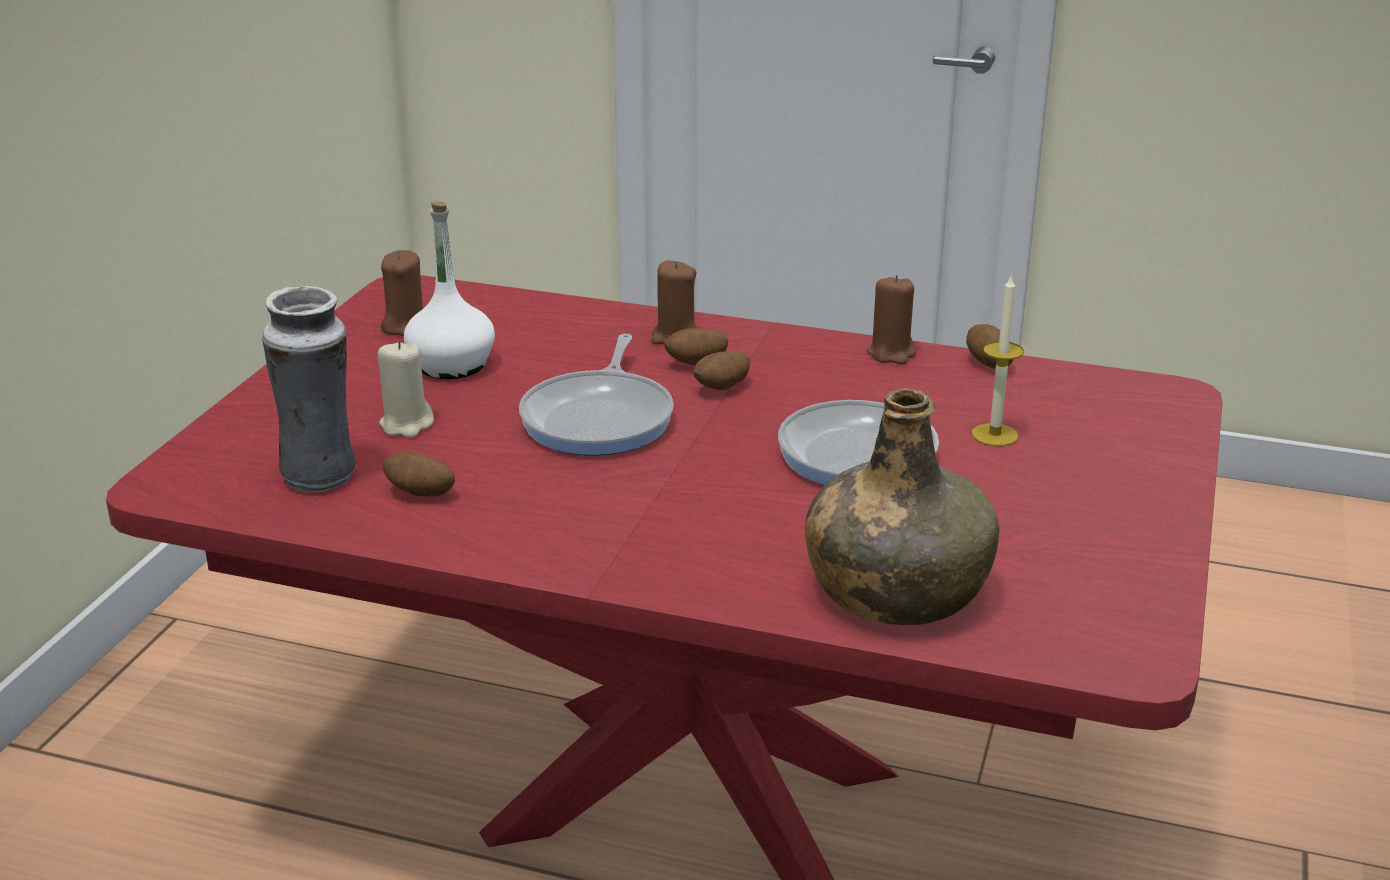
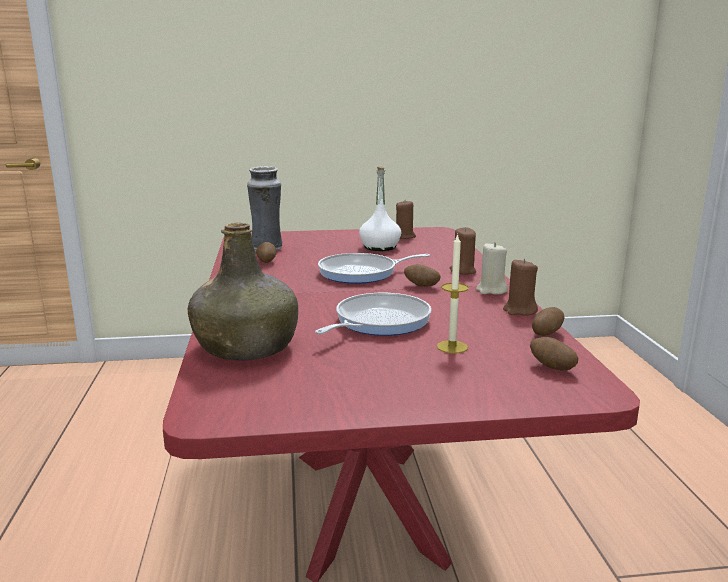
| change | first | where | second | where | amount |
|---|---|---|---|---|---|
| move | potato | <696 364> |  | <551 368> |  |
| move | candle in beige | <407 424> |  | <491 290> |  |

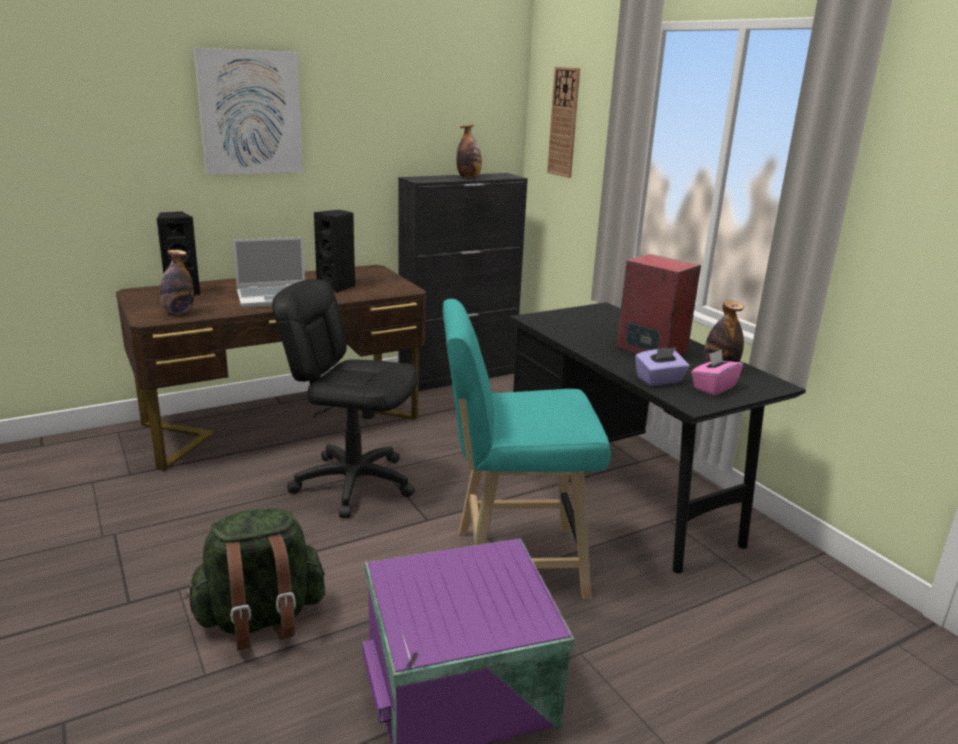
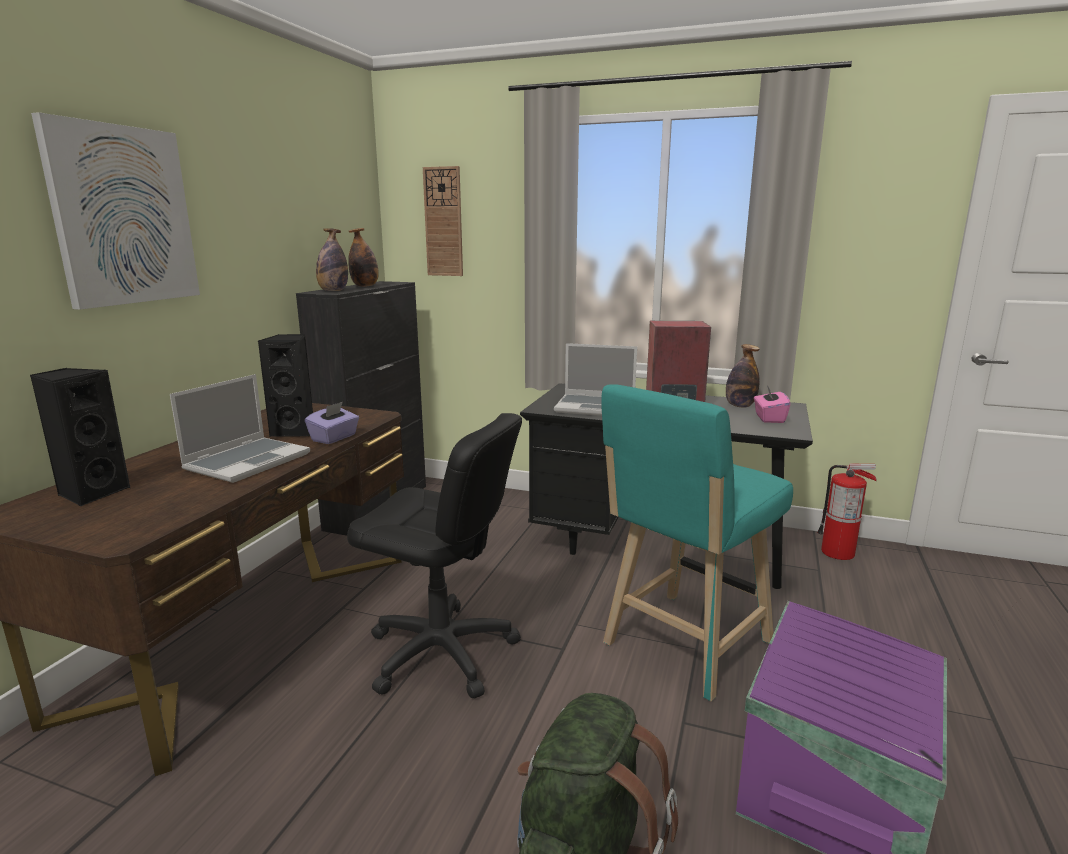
| change | first | where | second | where | amount |
|---|---|---|---|---|---|
| move | bottle | <178 312> |  | <333 291> |  |
| rotate | office chair in black | <354 483> |  | <441 653> | 135 degrees counterclockwise |
| move | tissue box in purple | <659 380> |  | <334 438> |  |
| insert |  |  | laptop | <596 407> |  |
| insert |  |  | fire extinguisher | <838 552> |  |

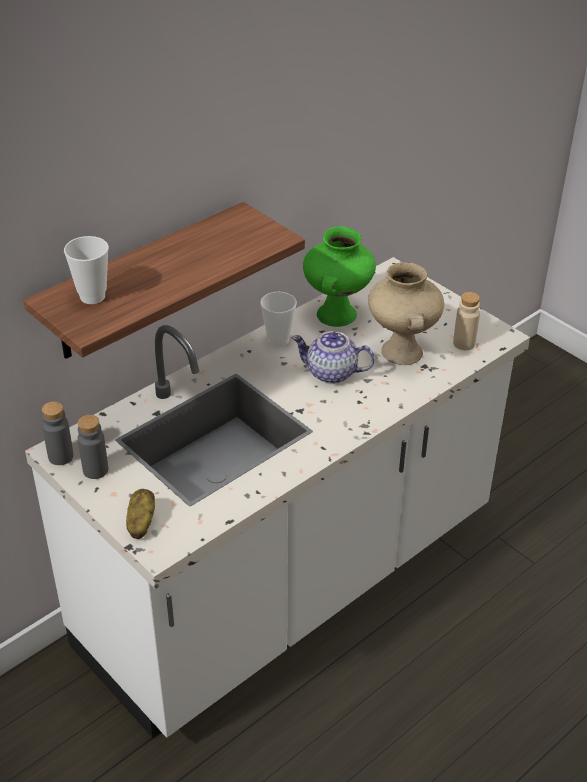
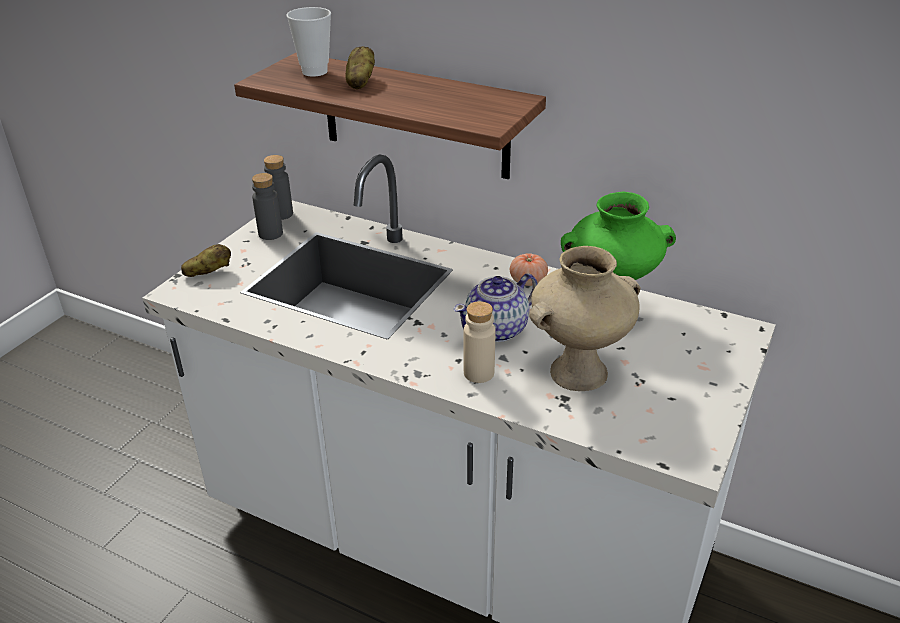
| change | first | where | second | where | amount |
|---|---|---|---|---|---|
| replace | cup | <278 340> | tomato | <528 281> |  |
| move | bottle in beige | <464 343> |  | <478 373> |  |
| rotate | teapot | <332 373> |  | <497 329> | 120 degrees counterclockwise |
| insert |  |  | potato | <360 82> |  |

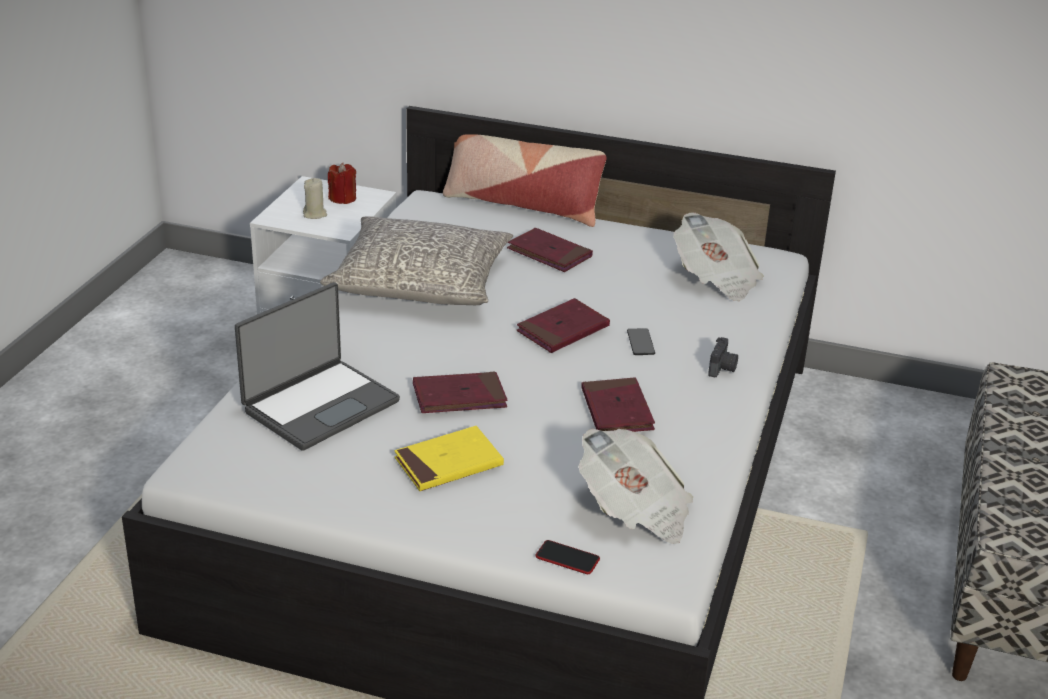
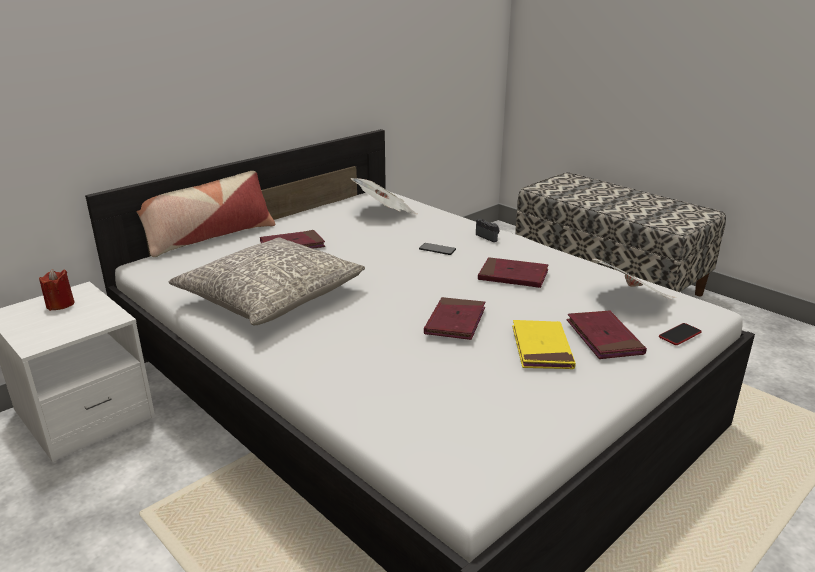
| change | first | where | second | where | amount |
|---|---|---|---|---|---|
| delete | candle in beige | <315 214> |  |  |  |
| delete | laptop | <319 405> |  |  |  |
| move | book in red | <563 330> |  | <604 338> |  |

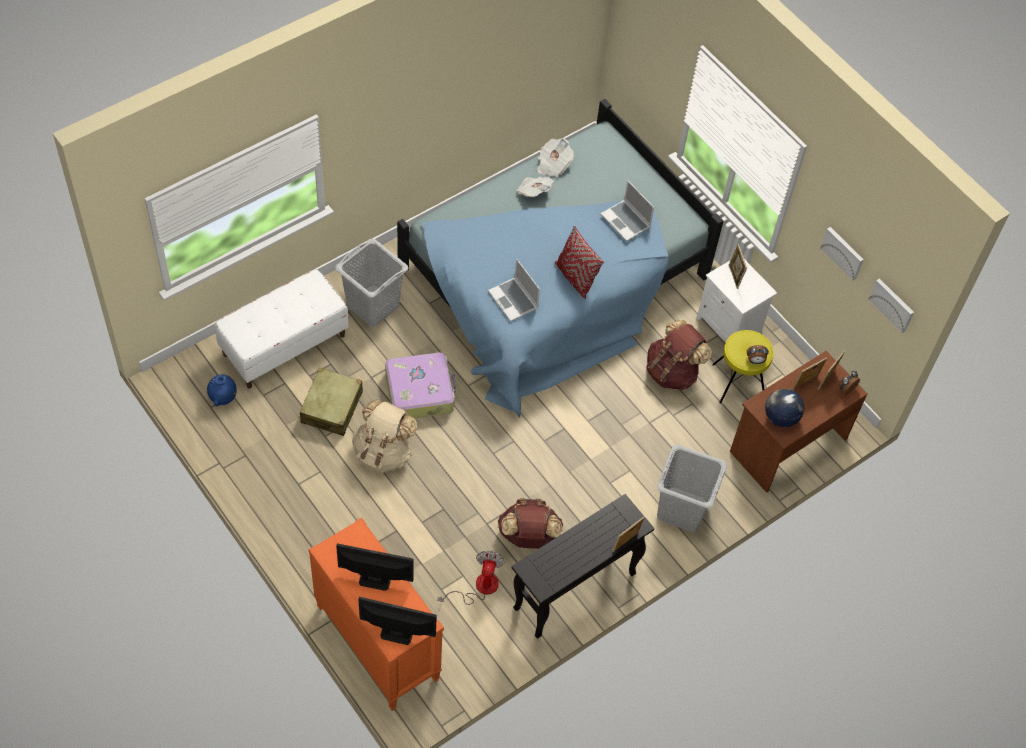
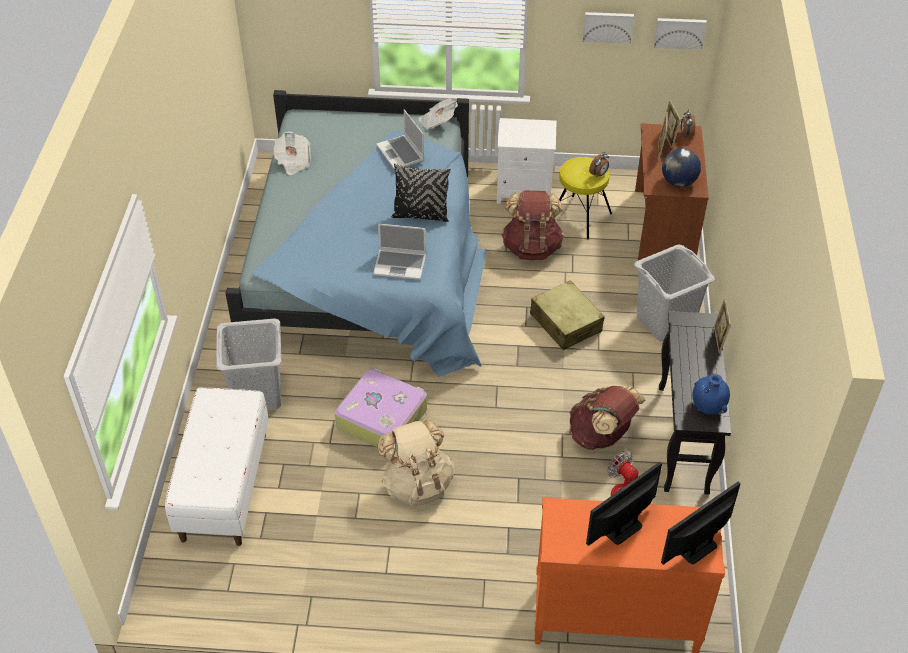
| change | first | where | second | where | amount |
|---|---|---|---|---|---|
| move | newspaper | <534 191> |  | <437 122> |  |
| rotate | laptop | <626 221> |  | <401 153> | 60 degrees clockwise |
| recolor | pillow in red | <575 278> | pillow in black | <421 215> |  |
| delete | picture frame | <734 277> |  |  |  |
| move | suitcase in beige | <332 407> |  | <565 323> |  |
| move | vase in blue | <223 398> |  | <708 408> |  |

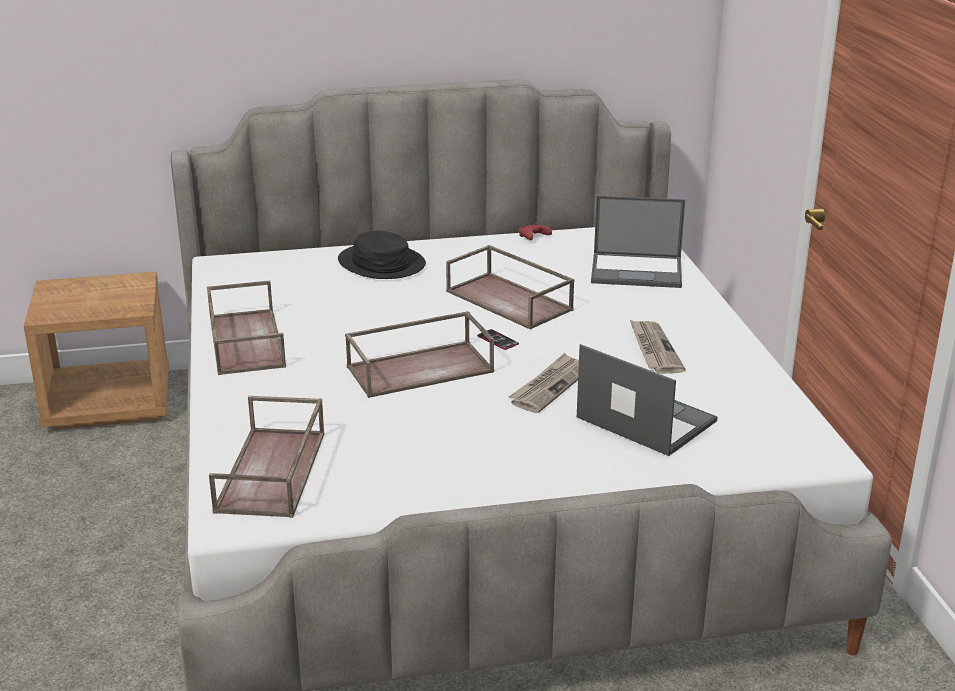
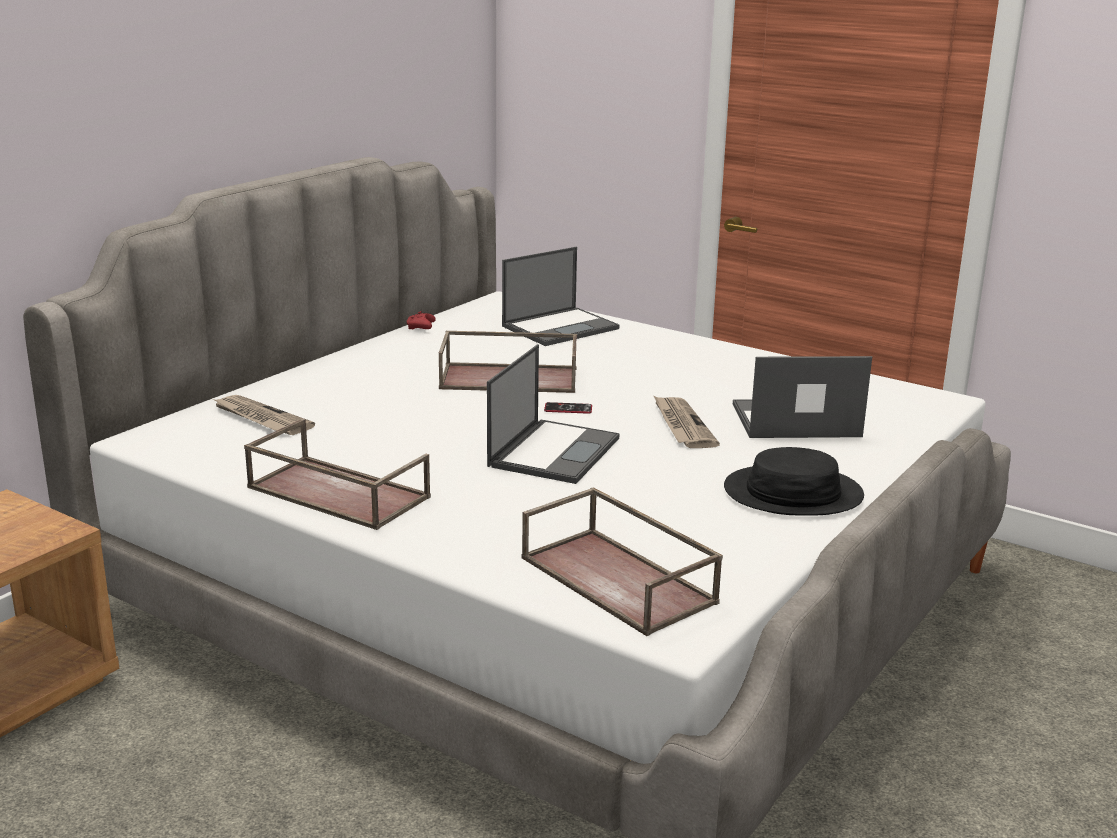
| change | first | where | second | where | amount |
|---|---|---|---|---|---|
| move | hat in black | <381 263> |  | <793 494> |  |
| replace | tray in brown | <421 368> | laptop | <554 451> |  |
| move | newspaper | <654 349> |  | <261 418> |  |

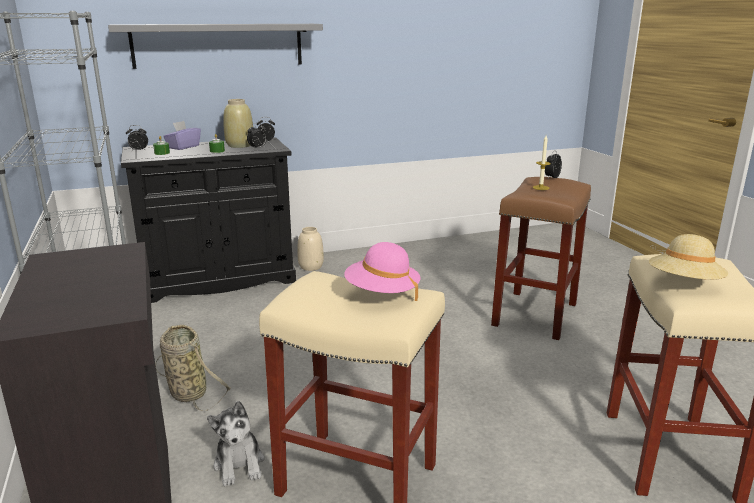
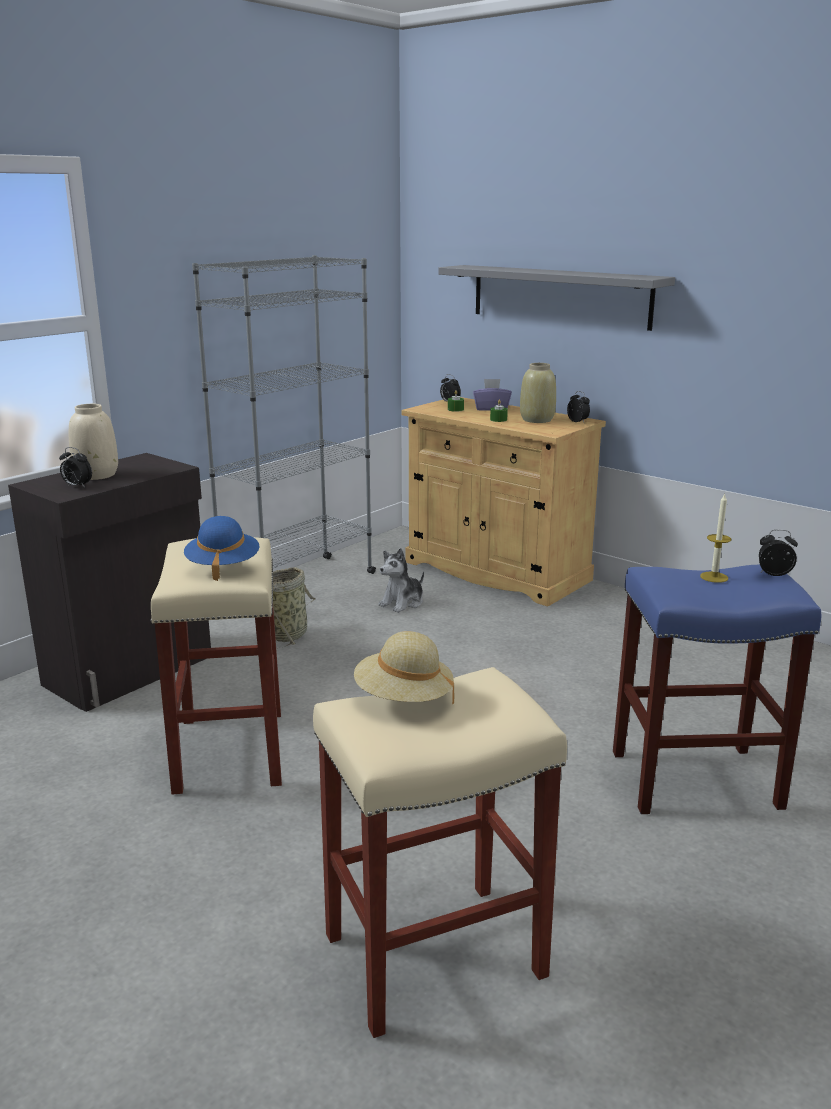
| change | first | where | second | where | amount |
|---|---|---|---|---|---|
| move | alarm clock | <258 148> |  | <77 486> |  |
| recolor | cabinet in black | <218 279> | cabinet in beige | <496 571> |  |
| recolor | stool in brown | <535 315> | stool in blue | <693 780> |  |
| move | vase in beige | <310 267> |  | <96 475> |  |
| recolor | hat in pink | <382 293> | hat in blue | <223 566> |  |
| move | plush toy | <239 464> |  | <402 603> |  |

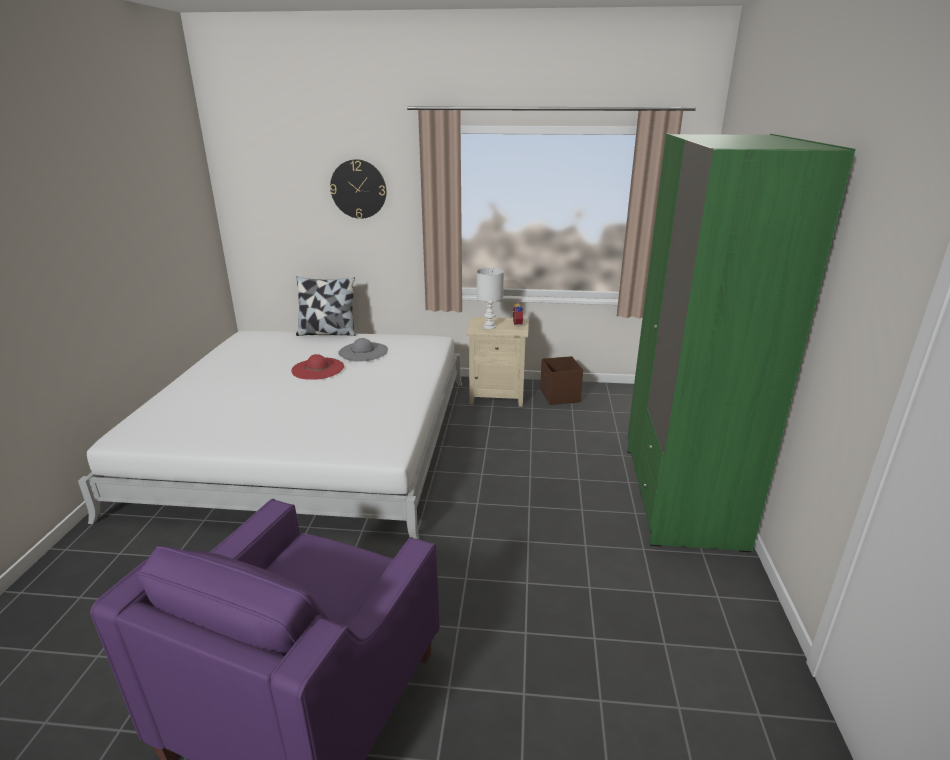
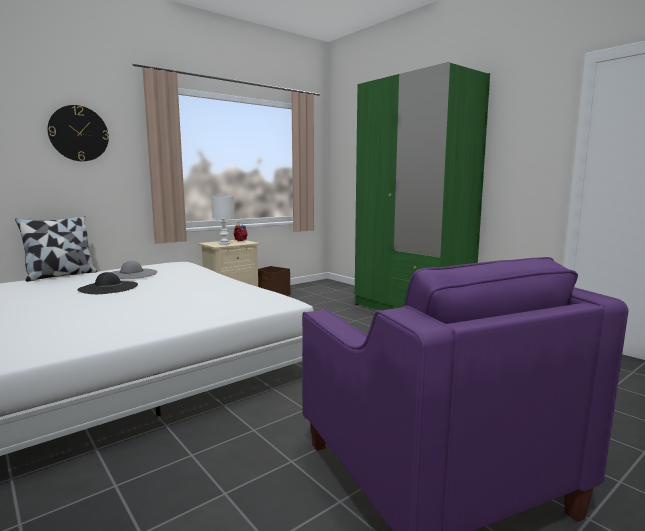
| change | first | where | second | where | amount |
|---|---|---|---|---|---|
| recolor | hat in red | <318 368> | hat in black | <108 287> |  |

